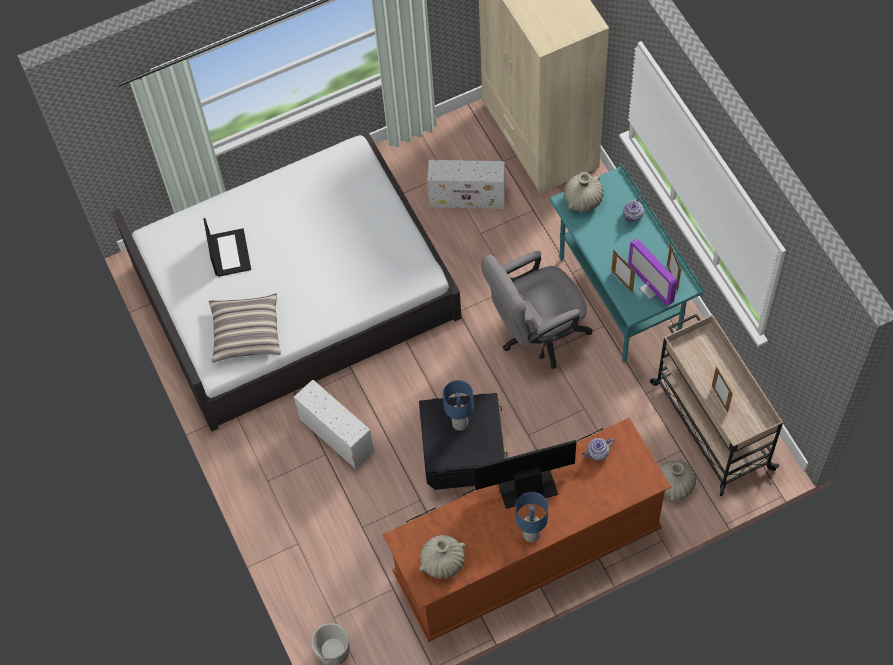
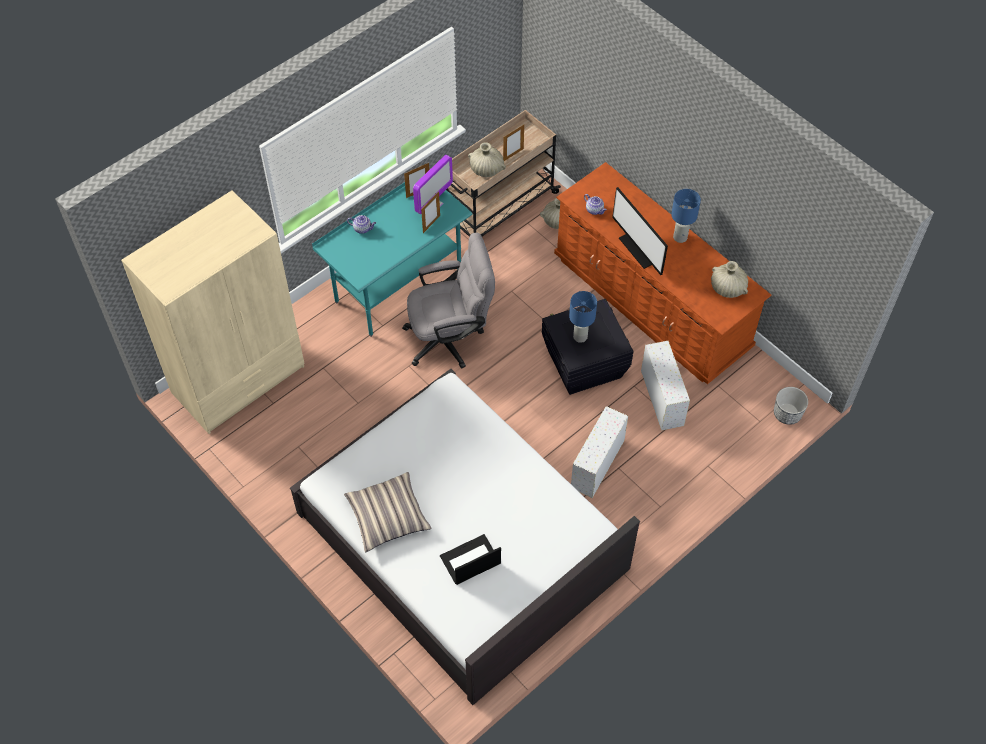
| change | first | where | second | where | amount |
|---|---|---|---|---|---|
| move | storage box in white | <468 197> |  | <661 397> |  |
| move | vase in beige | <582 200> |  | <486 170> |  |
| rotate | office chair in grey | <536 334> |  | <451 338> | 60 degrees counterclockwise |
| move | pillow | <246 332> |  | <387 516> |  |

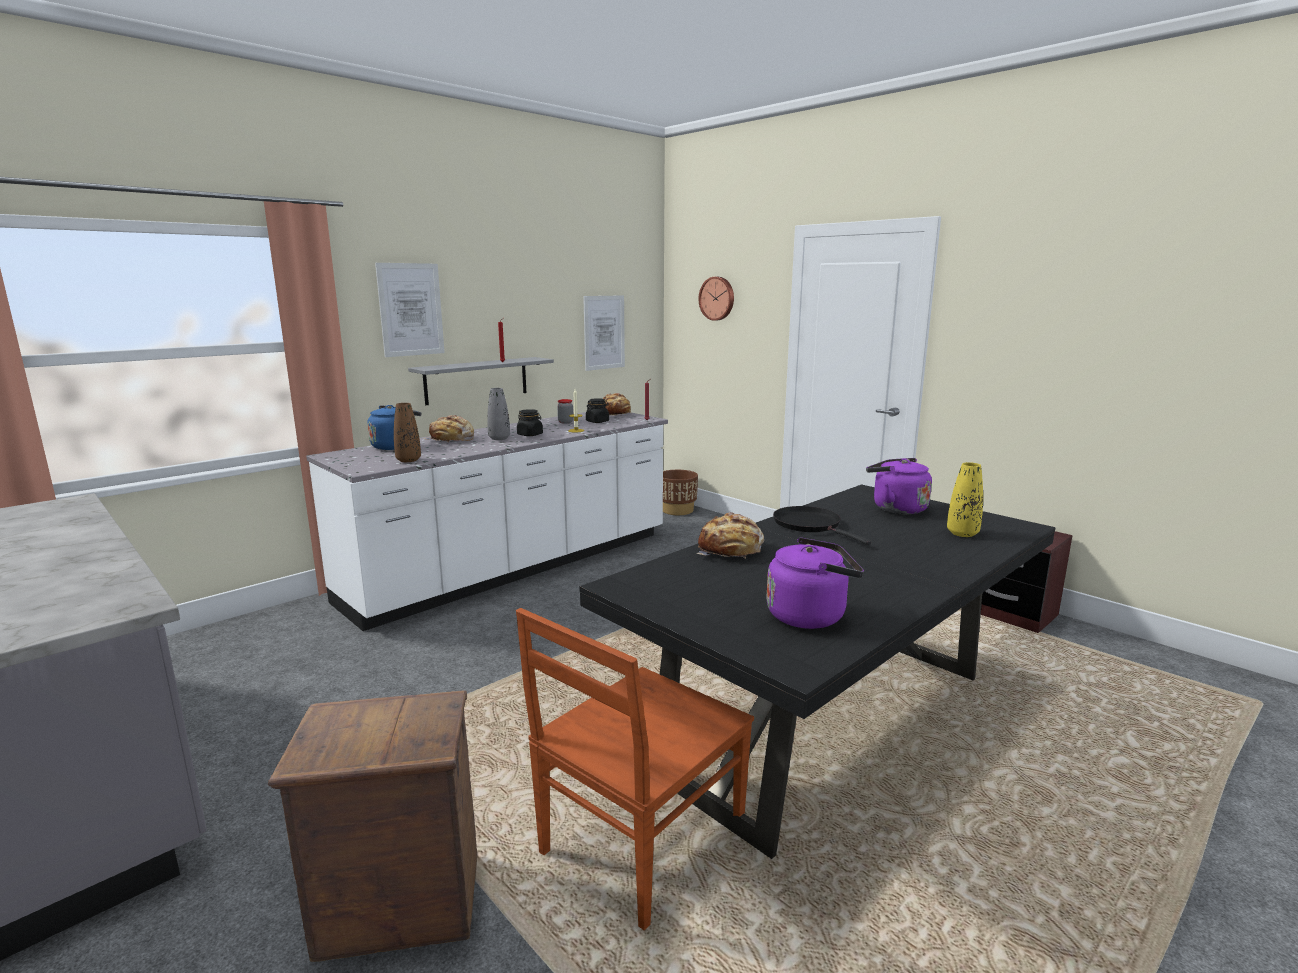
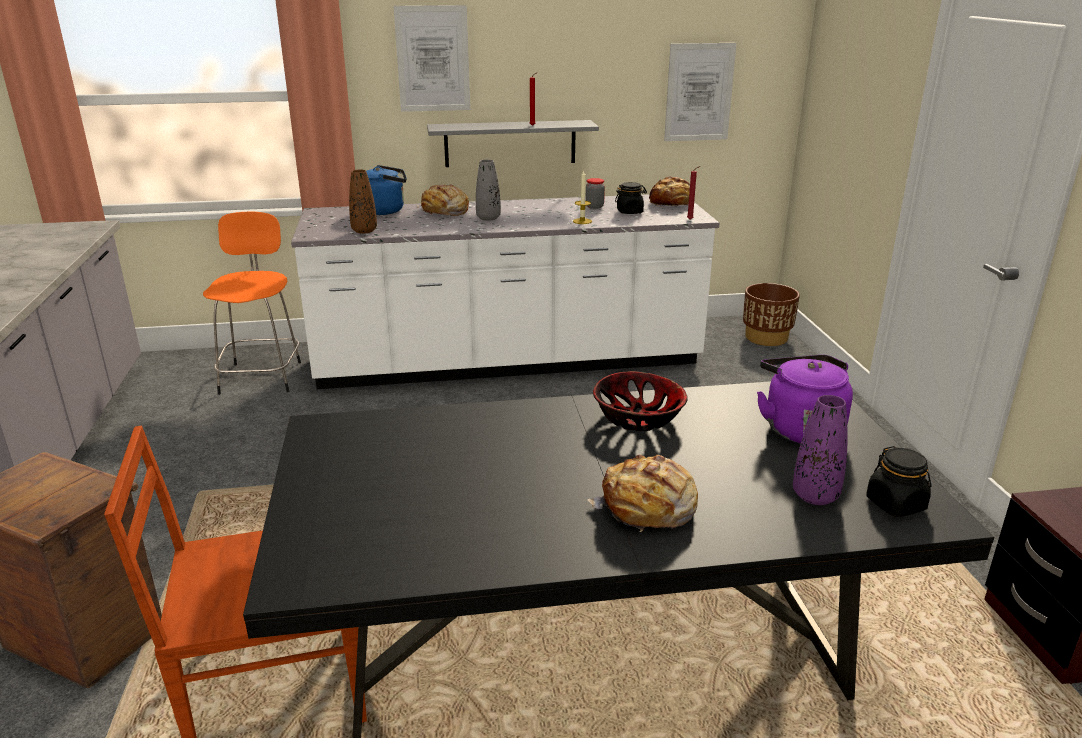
| change | first | where | second | where | amount |
|---|---|---|---|---|---|
| delete | wall clock | <717 298> |  |  |  |
| move | jar in black | <530 435> |  | <896 504> |  |
| recolor | vase in yellow | <962 533> | vase in purple | <815 496> |  |
| replace | frying pan in black | <810 525> | bowl | <639 418> |  |
| move | bread | <730 550> |  | <648 508> |  |
| delete | kettle in purple | <810 615> |  |  |  |
| insert |  |  | stool in orange | <262 376> |  |

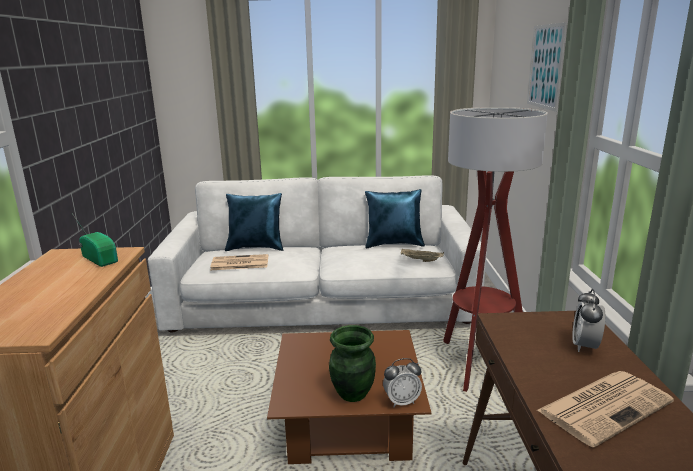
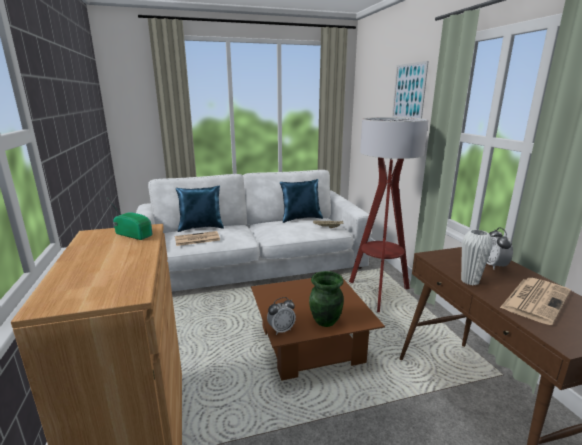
| change | first | where | second | where | amount |
|---|---|---|---|---|---|
| move | alarm clock | <401 401> |  | <281 330> |  |
| insert |  |  | vase in white | <470 281> |  |

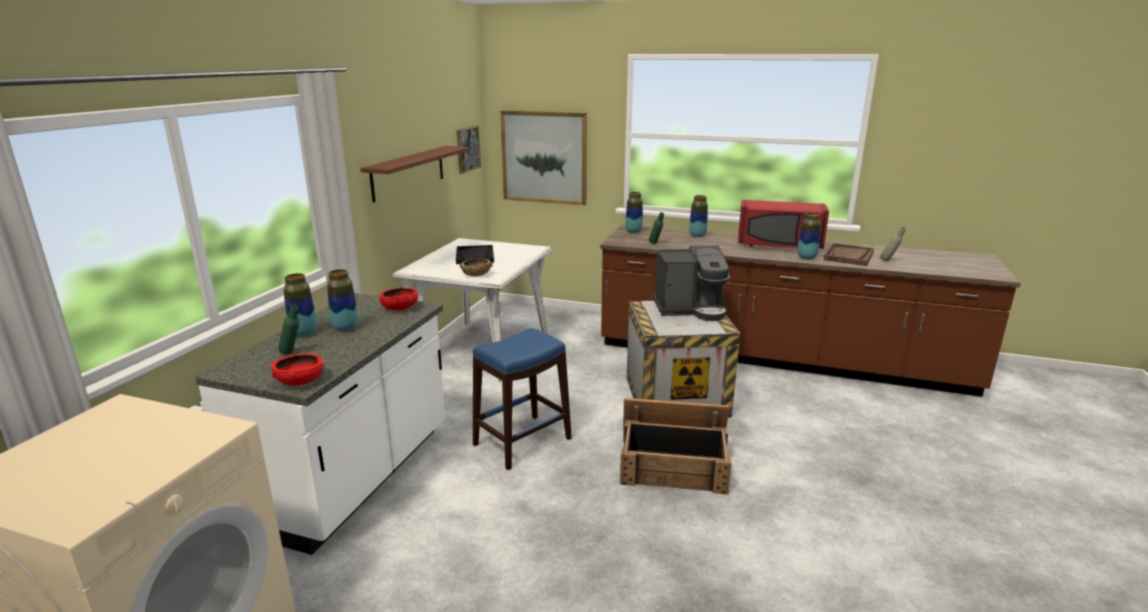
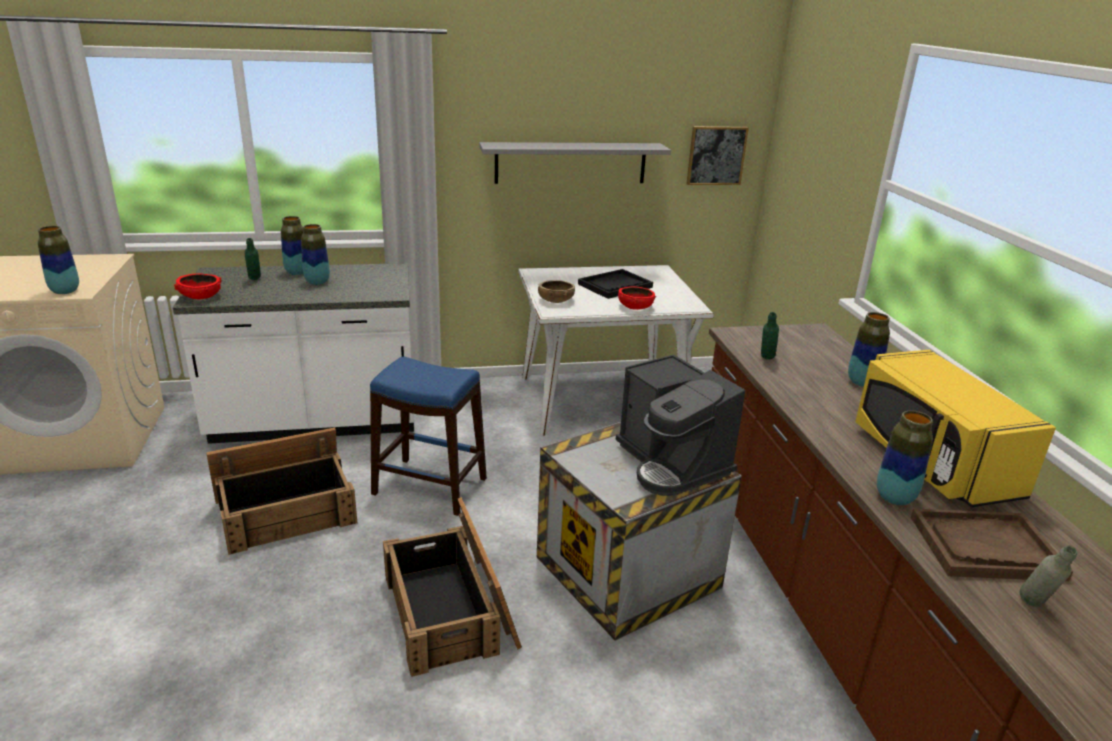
| change | first | where | second | where | amount |
|---|---|---|---|---|---|
| delete | picture | <544 157> |  |  |  |
| recolor | shelf in brown | <408 172> | shelf in grey | <570 163> |  |
| move | vase | <633 232> |  | <65 291> |  |
| recolor | microwave in red | <779 245> | microwave in yellow | <930 461> |  |
| move | bowl in red | <400 308> |  | <635 307> |  |
| insert |  |  | crate | <286 511> |  |

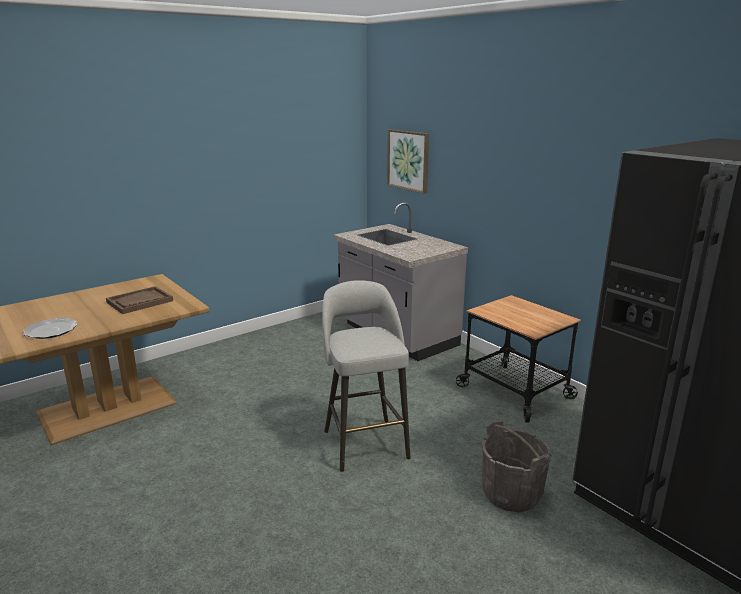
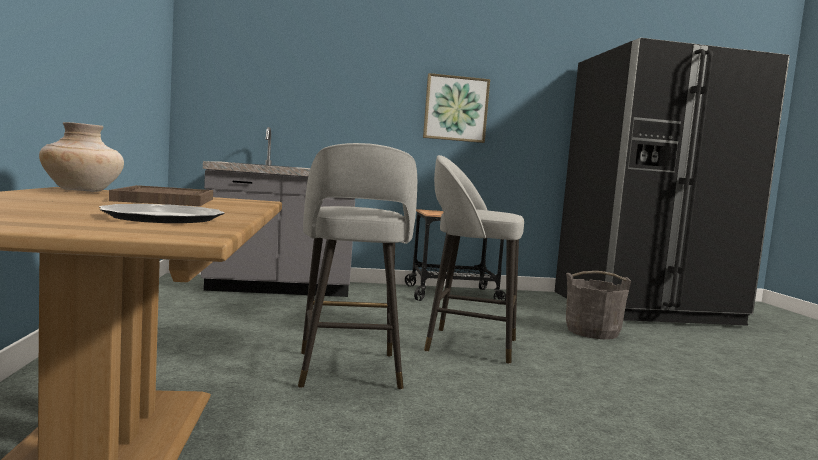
| change | first | where | second | where | amount |
|---|---|---|---|---|---|
| move | picture | <408 160> |  | <456 108> |  |
| insert |  |  | vase in beige | <82 191> |  |
| insert |  |  | stool in grey | <348 371> |  |

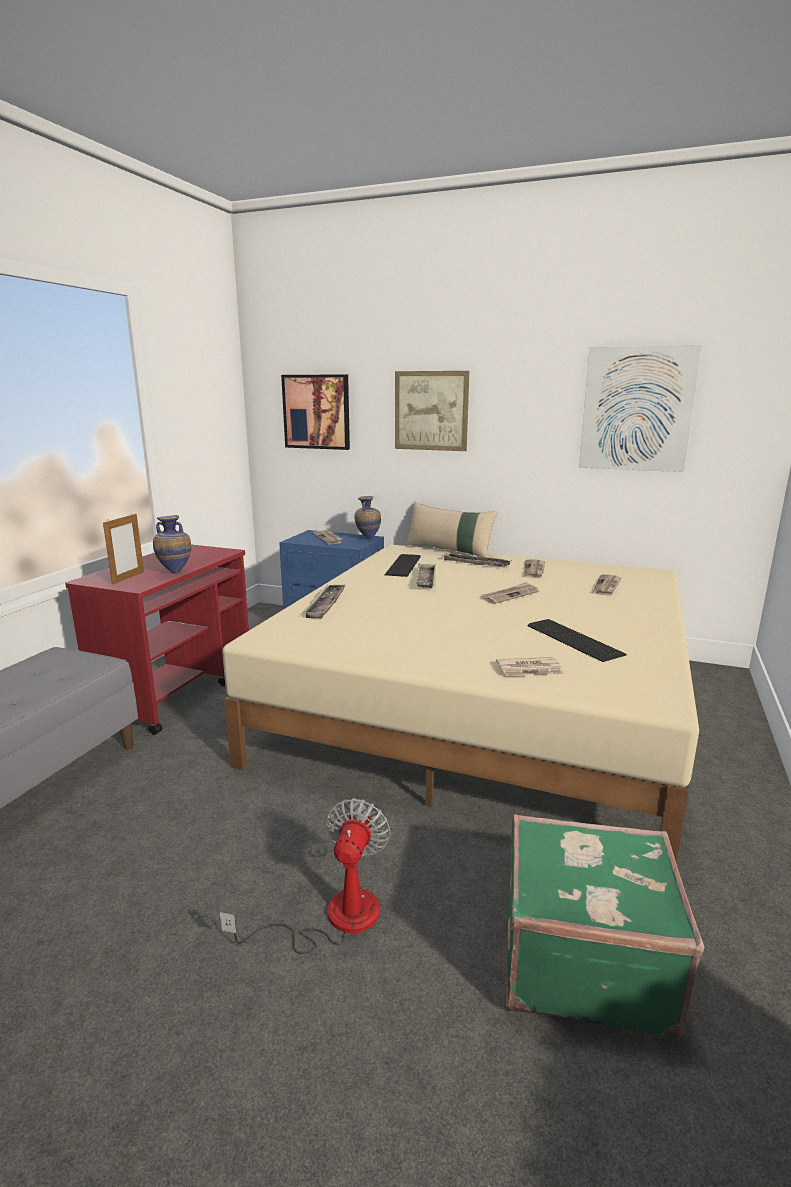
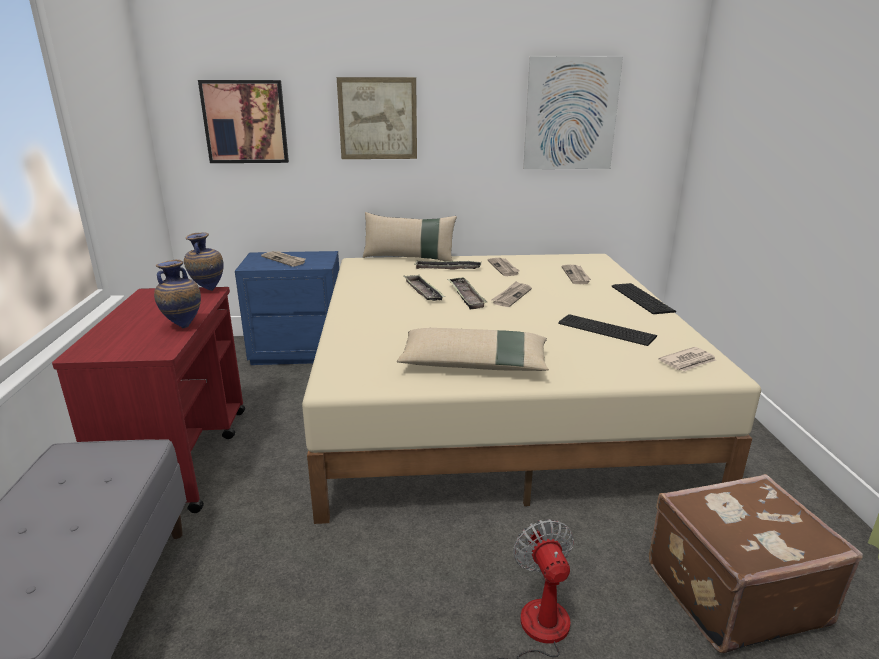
| change | first | where | second | where | amount |
|---|---|---|---|---|---|
| move | vase | <367 538> |  | <207 290> |  |
| delete | picture frame | <128 578> |  |  |  |
| move | keyboard | <405 565> |  | <642 298> |  |
| move | tray | <326 604> |  | <466 296> |  |
| move | newspaper | <530 670> |  | <688 362> |  |
| recolor | suitcase in green | <582 958> | suitcase in brown | <731 591> |  |
| insert |  |  | pillow in beige | <474 364> |  |

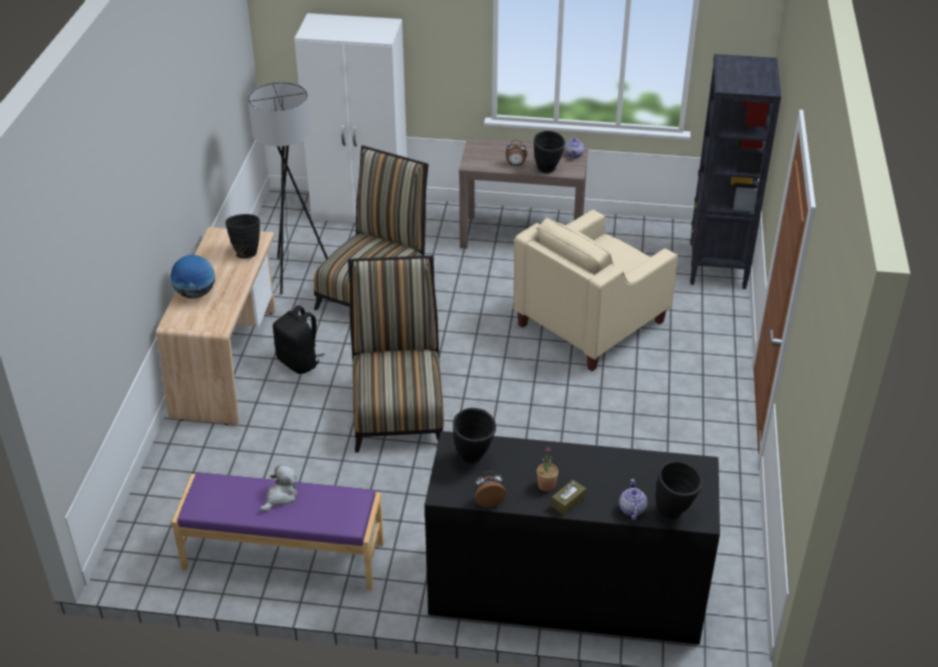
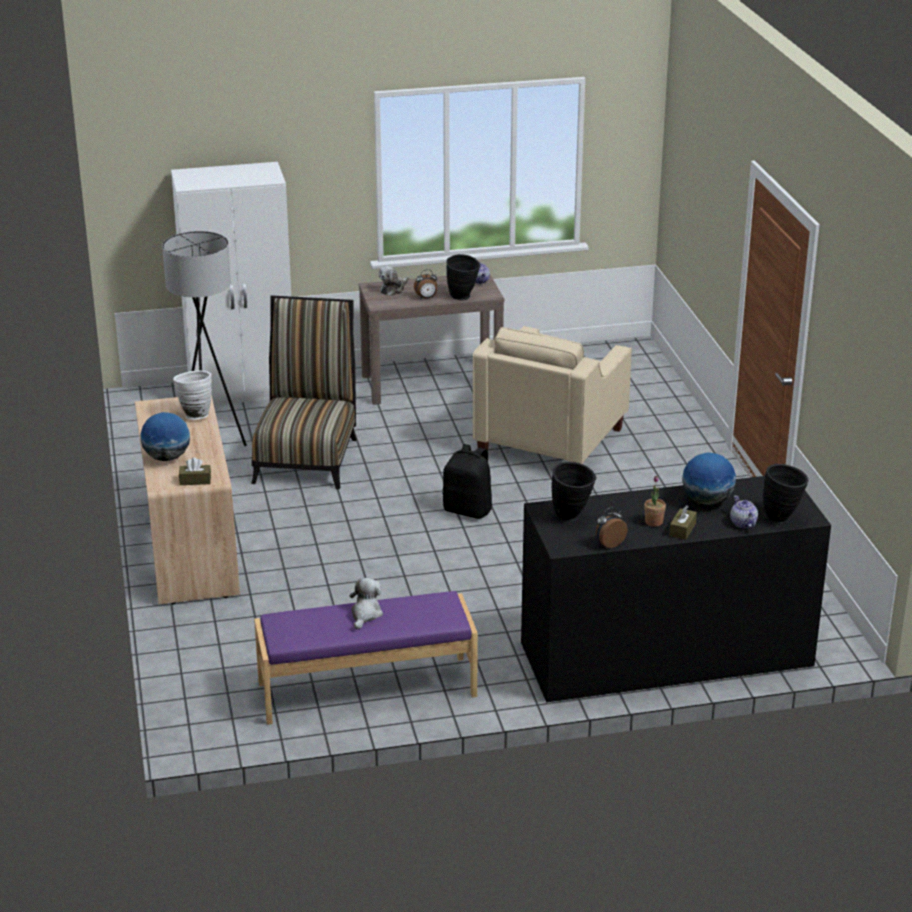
| change | first | where | second | where | amount |
|---|---|---|---|---|---|
| delete | bookcase in black | <717 266> |  |  |  |
| recolor | vase in black | <246 252> | vase in white | <194 415> |  |
| delete | chair | <398 408> |  |  |  |
| move | backpack in black | <299 362> |  | <468 510> |  |
| insert |  |  | plush toy | <393 289> |  |
| insert |  |  | globe | <707 501> |  |
| insert |  |  | tissue box in brown | <195 480> |  |

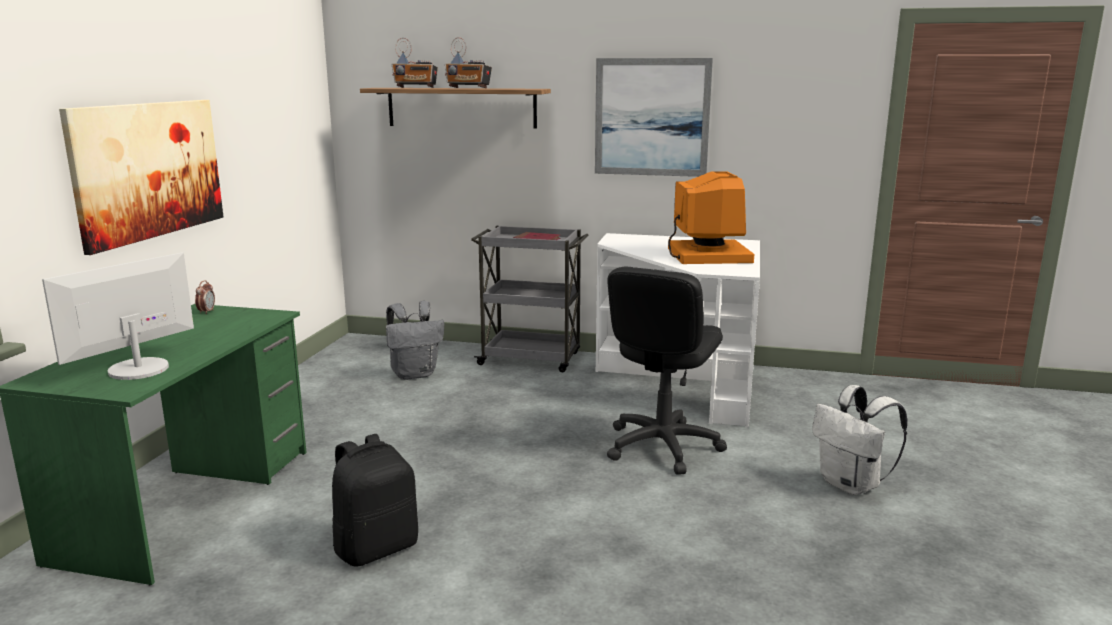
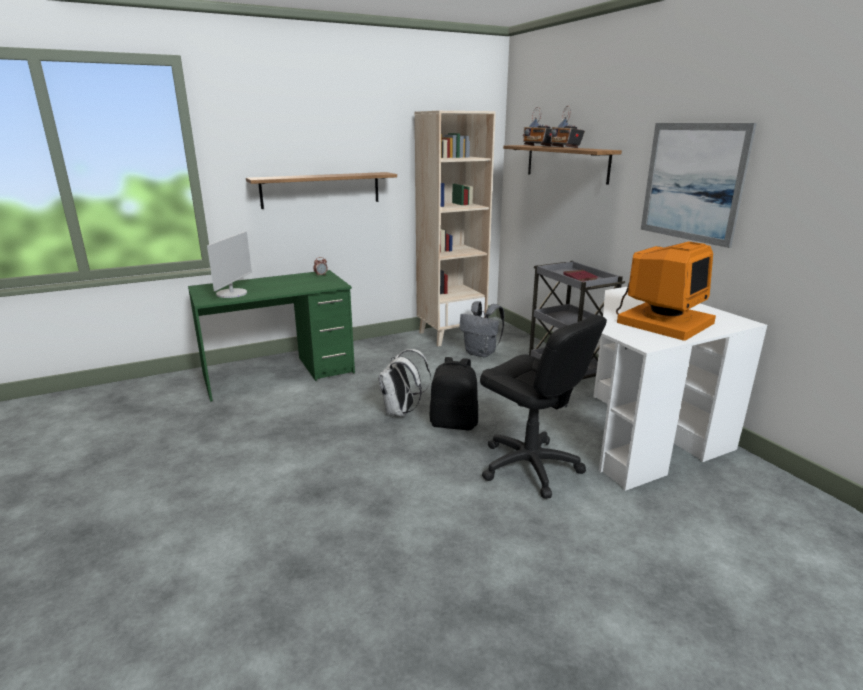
| change | first | where | second | where | amount |
|---|---|---|---|---|---|
| replace | picture | <148 170> | shelf | <321 190> |  |
| rotate | monitor | <137 369> |  | <232 293> | 105 degrees clockwise |
| rotate | office chair in black | <661 446> |  | <529 466> | 120 degrees counterclockwise |
| move | backpack in white | <852 485> |  | <401 412> |  |
| move | backpack in black | <376 548> |  | <454 423> |  |
| insert |  |  | bookcase in beige | <451 335> |  |

